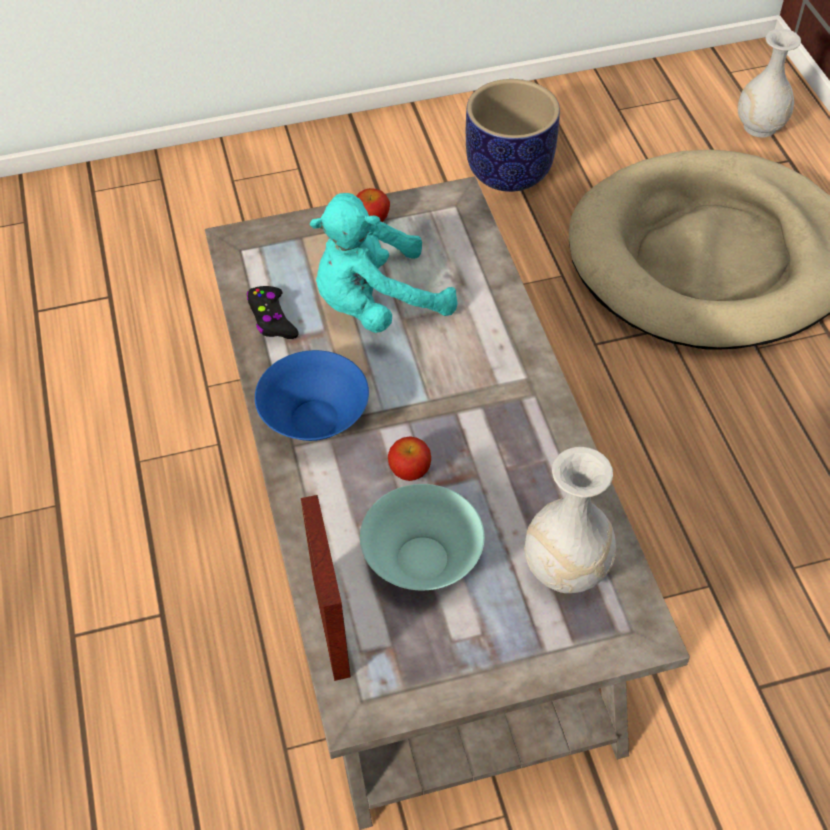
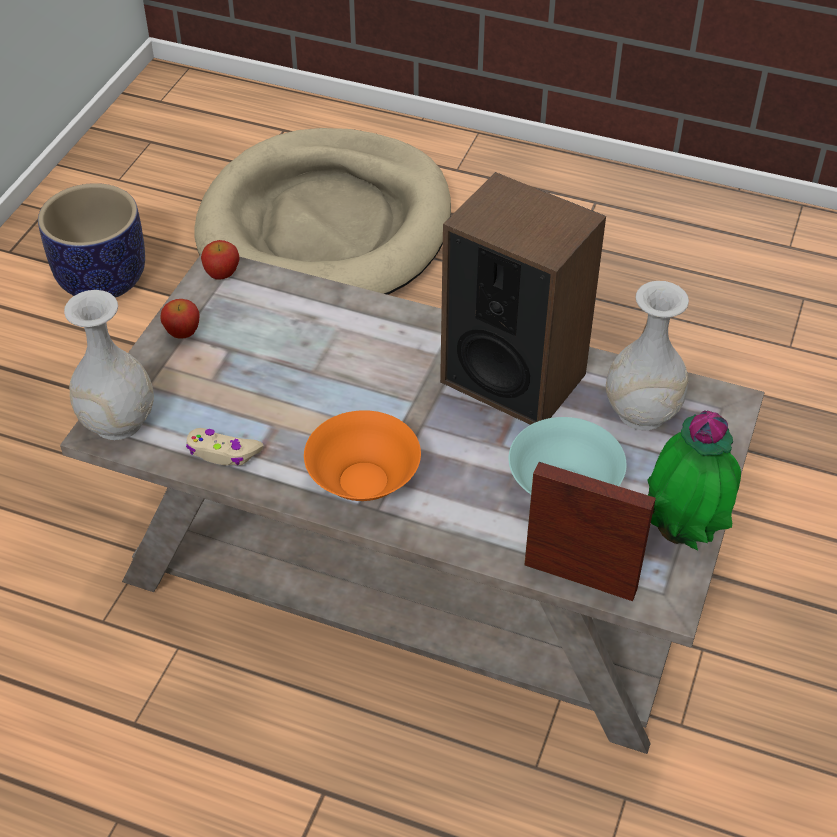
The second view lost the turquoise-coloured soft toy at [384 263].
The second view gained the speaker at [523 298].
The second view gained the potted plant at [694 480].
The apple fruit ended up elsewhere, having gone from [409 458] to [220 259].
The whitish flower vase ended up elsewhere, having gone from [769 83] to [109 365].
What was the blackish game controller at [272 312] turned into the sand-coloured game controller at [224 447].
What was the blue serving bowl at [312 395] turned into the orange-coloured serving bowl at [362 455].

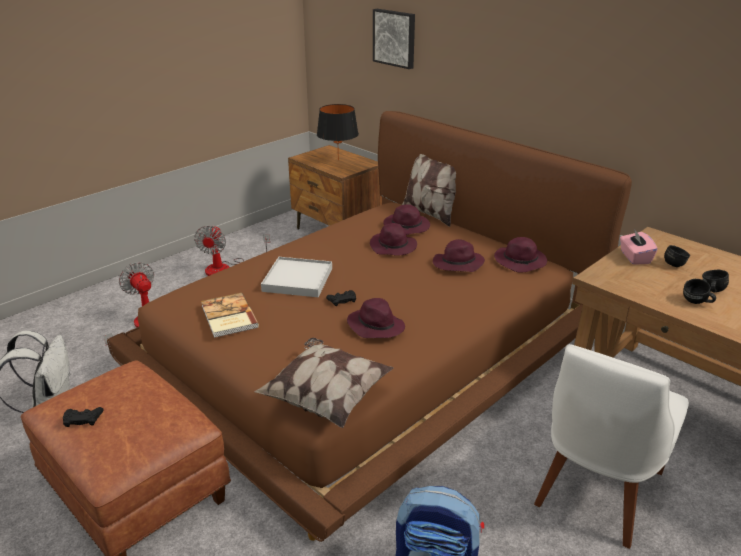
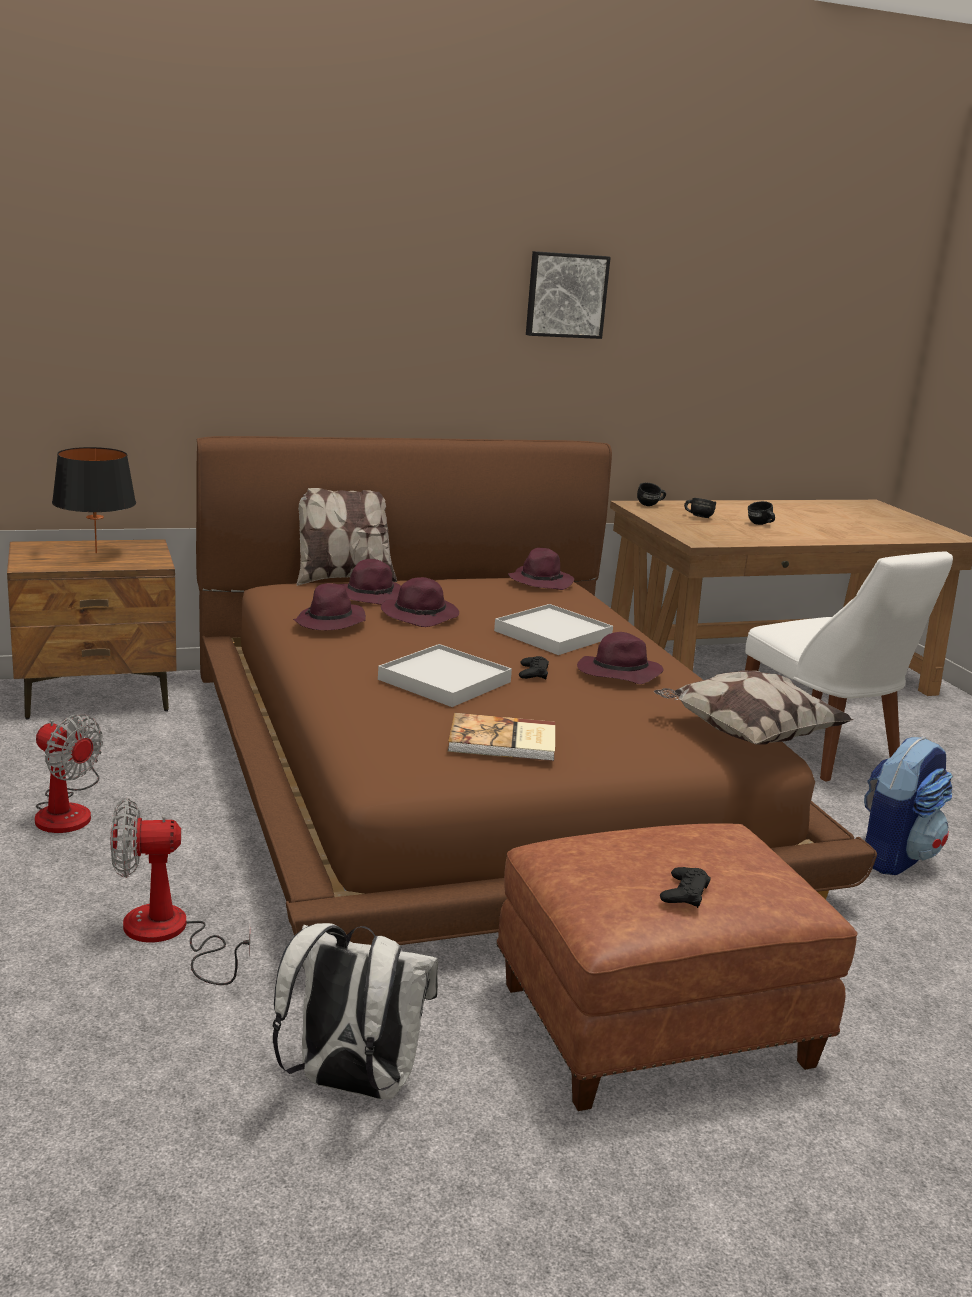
The second view lost the pink tissue box at [639 247].
The second view gained the whitish carrying tray at [553 629].
The wall picture ended up elsewhere, having gone from [394 39] to [568 295].
The purple-coloured hat ended up elsewhere, having gone from [459 255] to [329 606].
The blackish tea mug ended up elsewhere, having gone from [699 291] to [651 494].

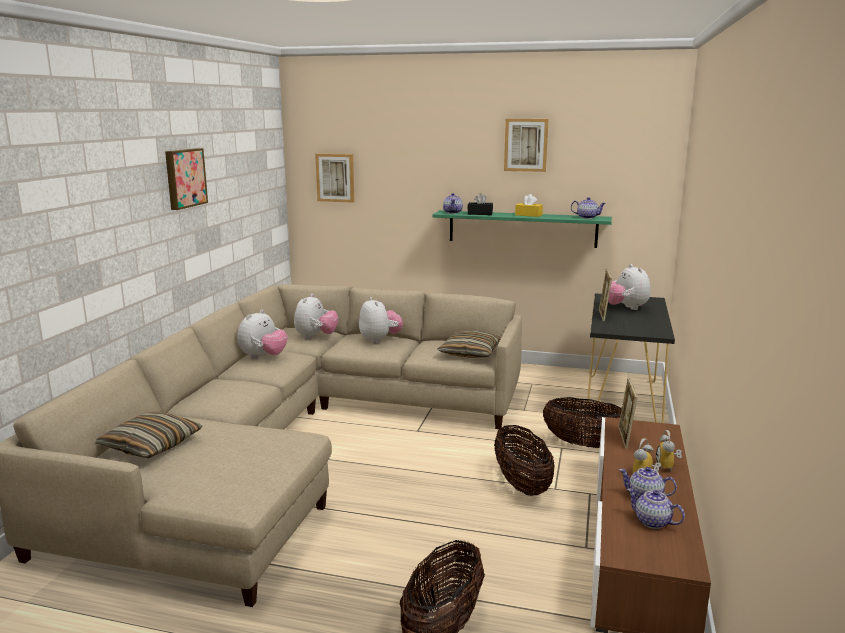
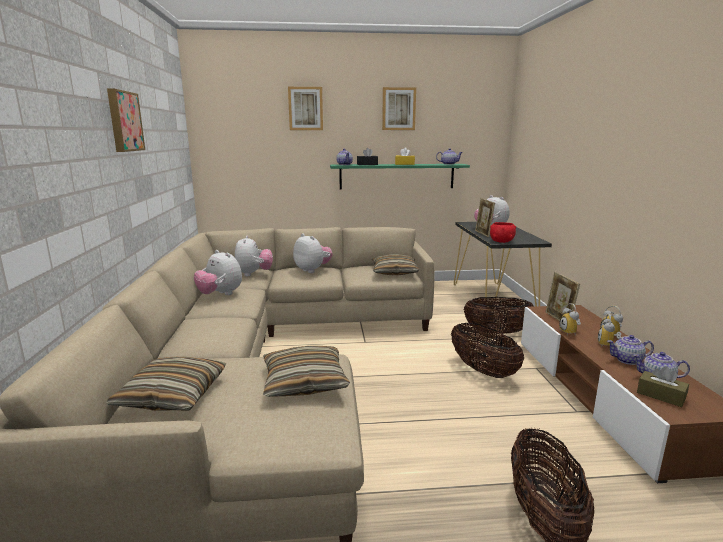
The second view gained the pillow at [306 371].
The second view gained the reddish serving bowl at [503 232].
The second view gained the table clock at [570 319].
The second view gained the brown tissue box at [663 386].
The wall picture ended up elsewhere, having gone from [334 178] to [305 108].
The soft toy at [262 334] ended up facing another way, 120 degrees clockwise from before.

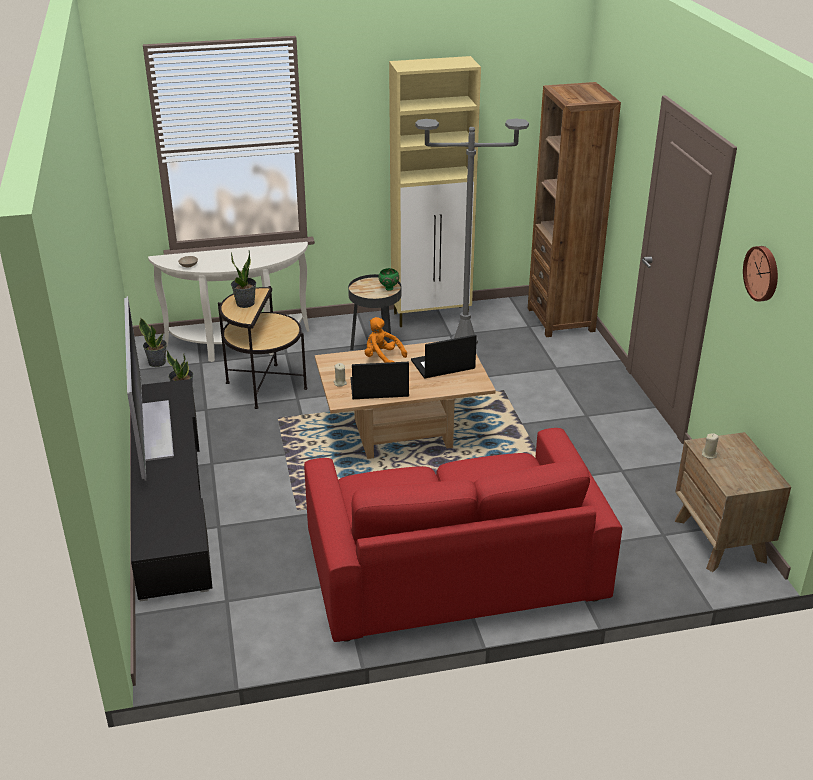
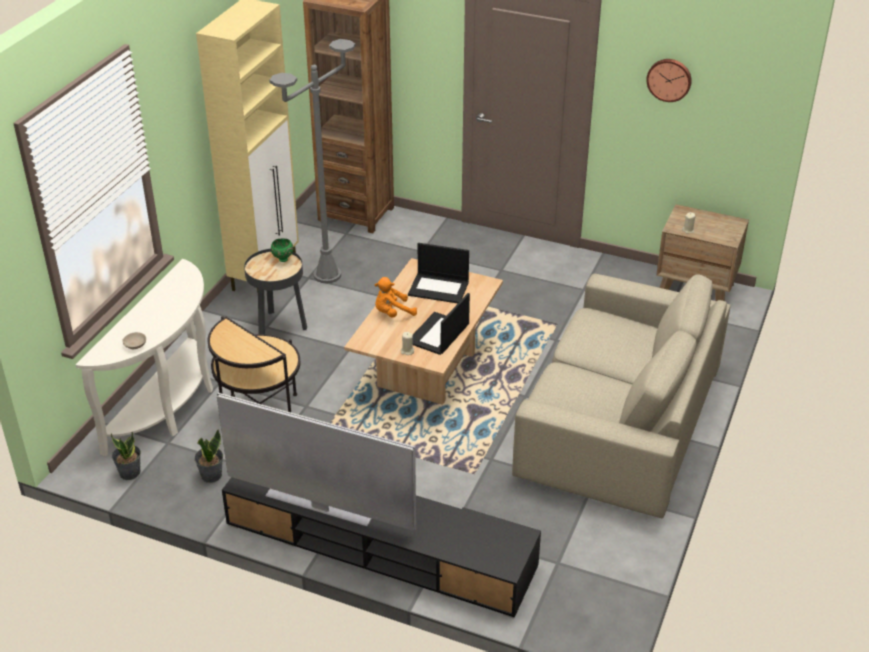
The second view lost the potted plant at [243 279].
What was the reddish couch at [463 535] turned into the sand-coloured couch at [621 396].
The laptop at [444 357] ended up facing another way, 90 degrees counterclockwise from before.

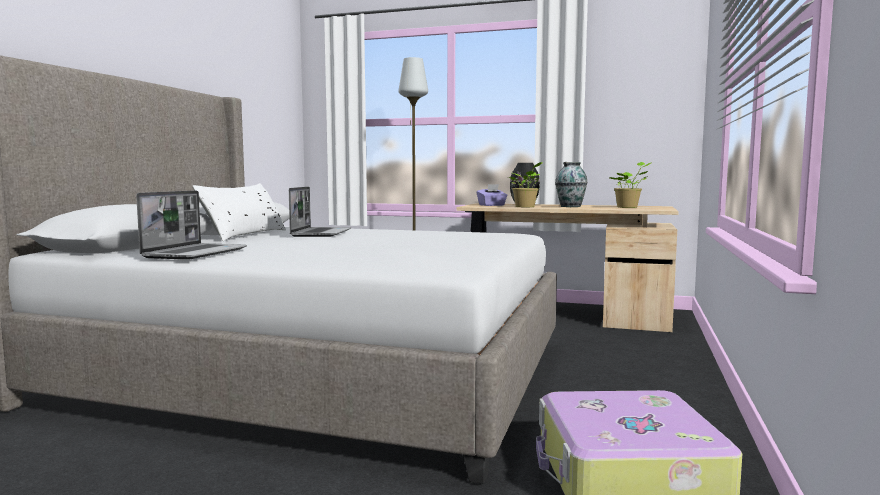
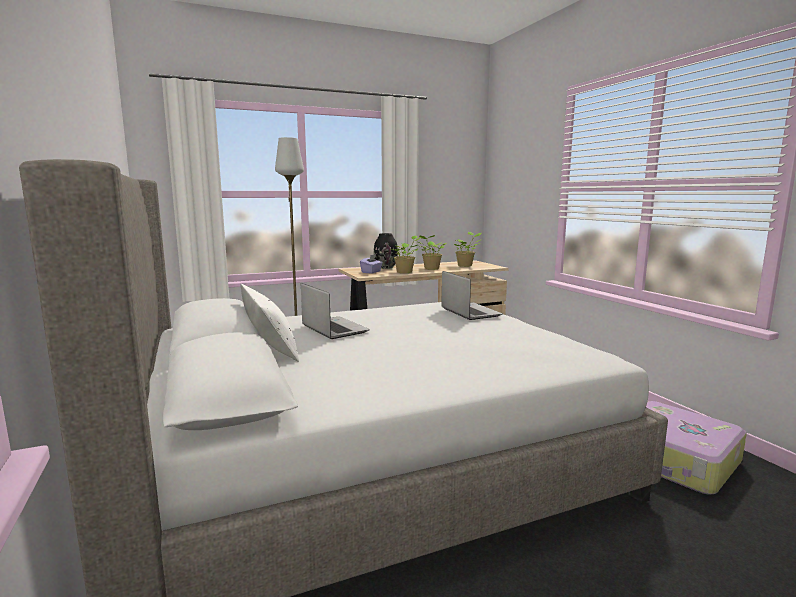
The laptop ended up elsewhere, having gone from [191 225] to [472 295].
Where the flower vase stood at [571 184], the potted plant came to stand at [432 252].

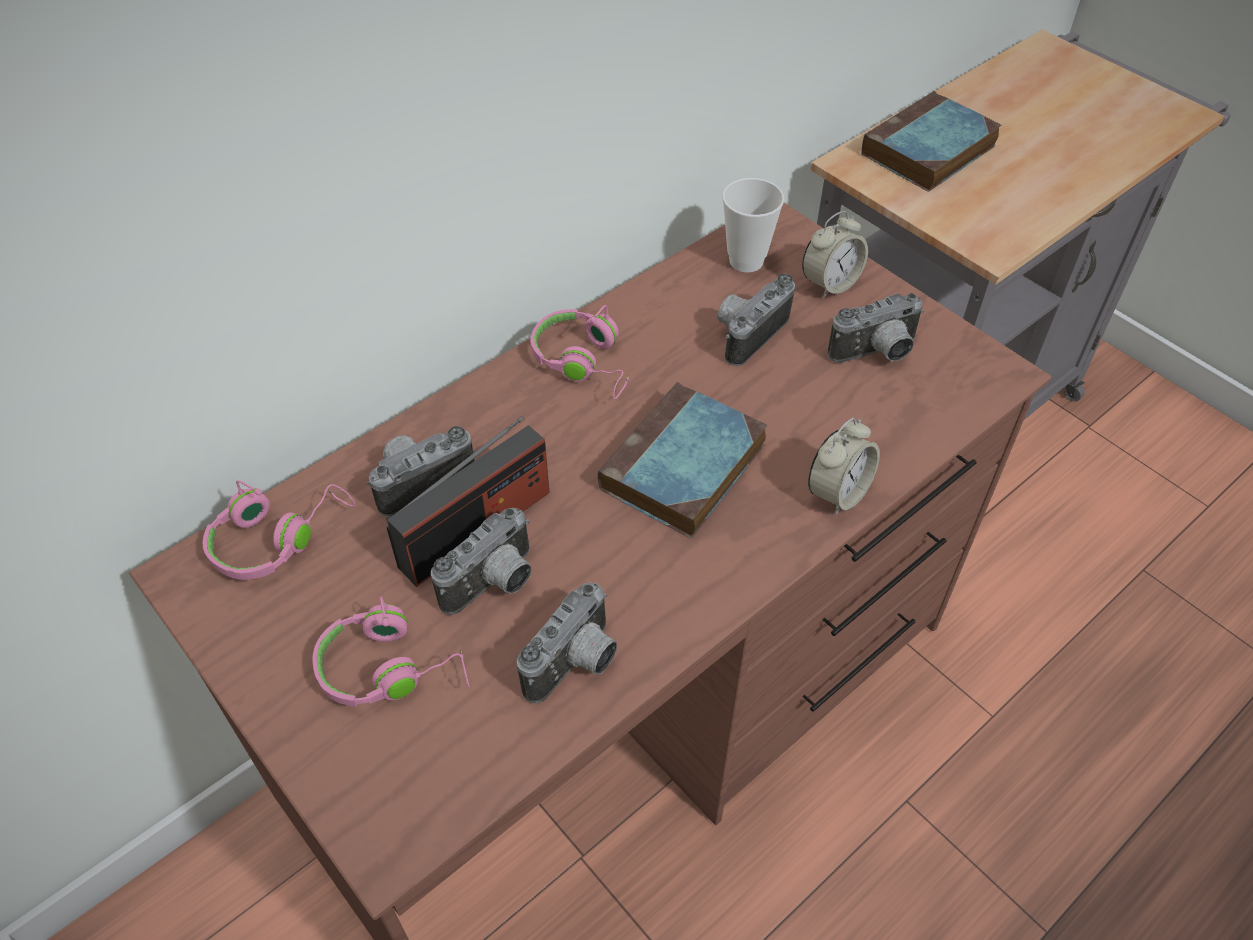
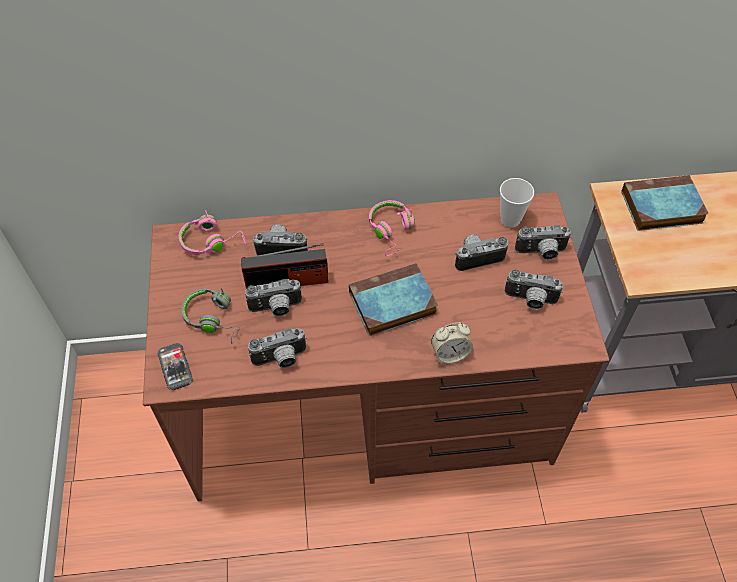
The second view gained the handset at [175 366].
Where the table clock stood at [835 254], the still camera came to stand at [543 242].
What was the pink headphones at [391 652] turned into the gray headphones at [210 315].

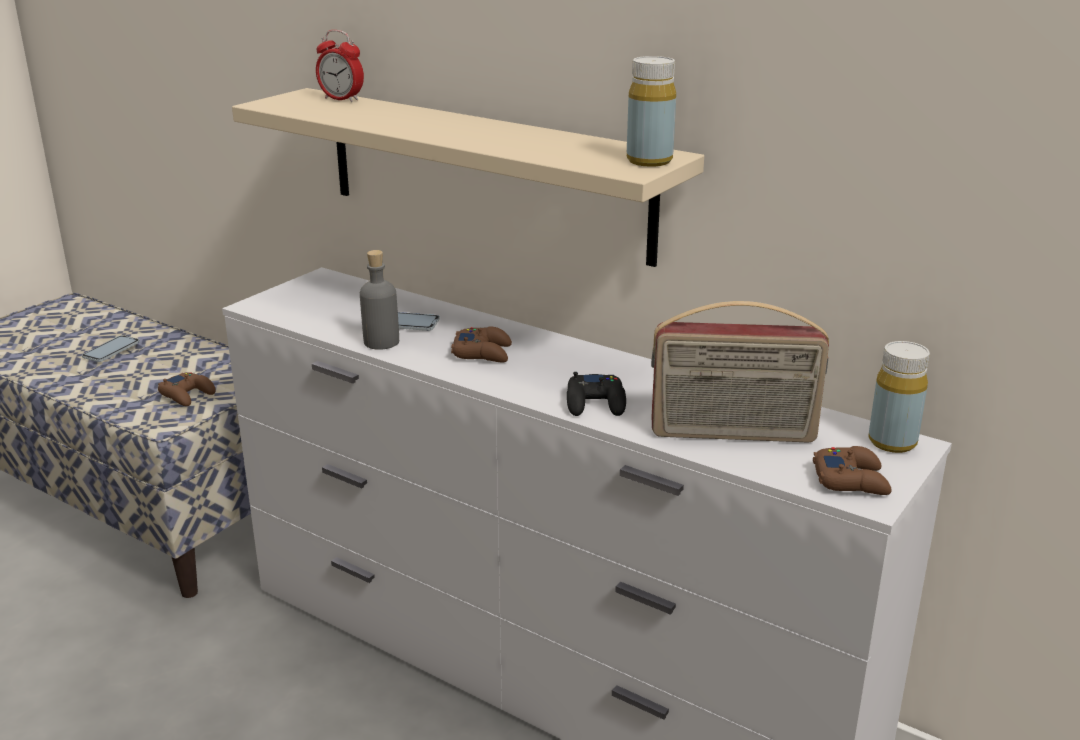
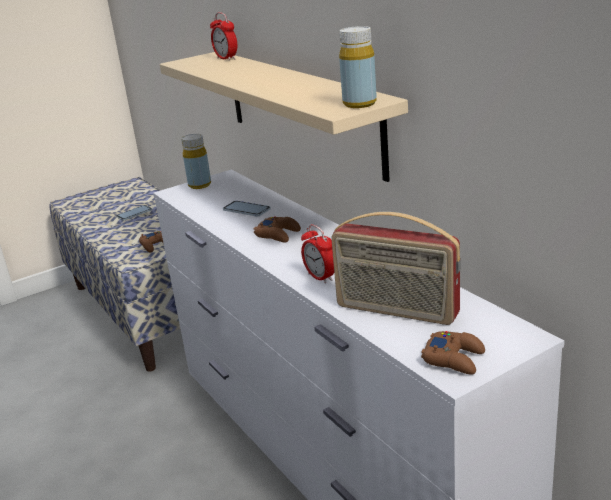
The second view lost the gray bottle at [379 300].
The yellow bottle ended up elsewhere, having gone from [899 397] to [196 161].
Where the blackish game controller stood at [596 394], the table clock came to stand at [317 254].

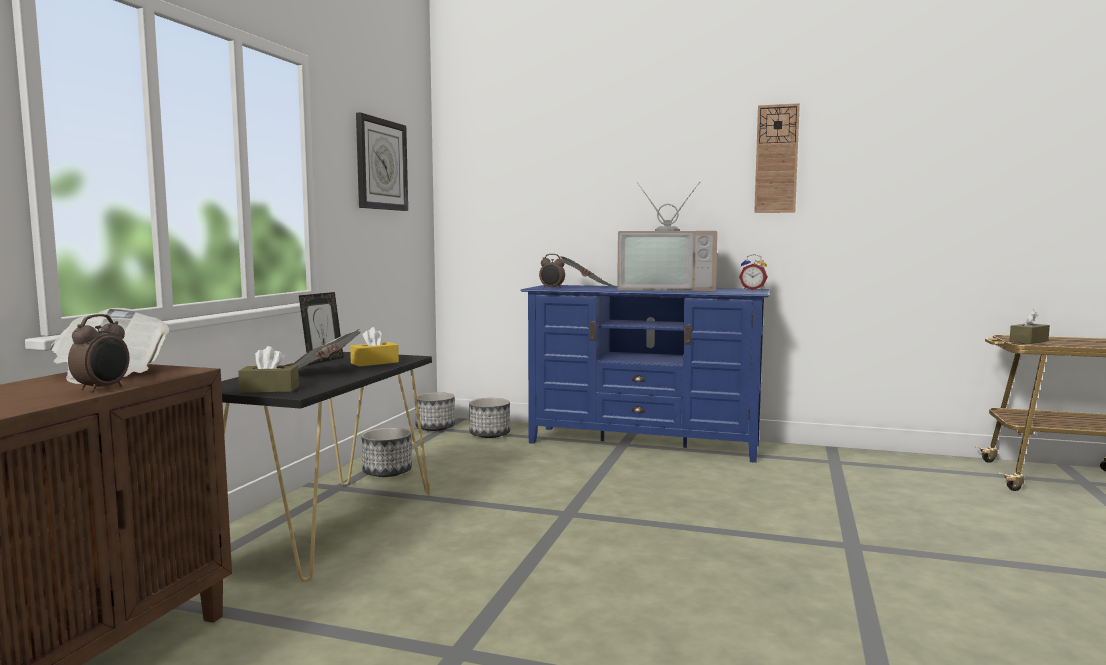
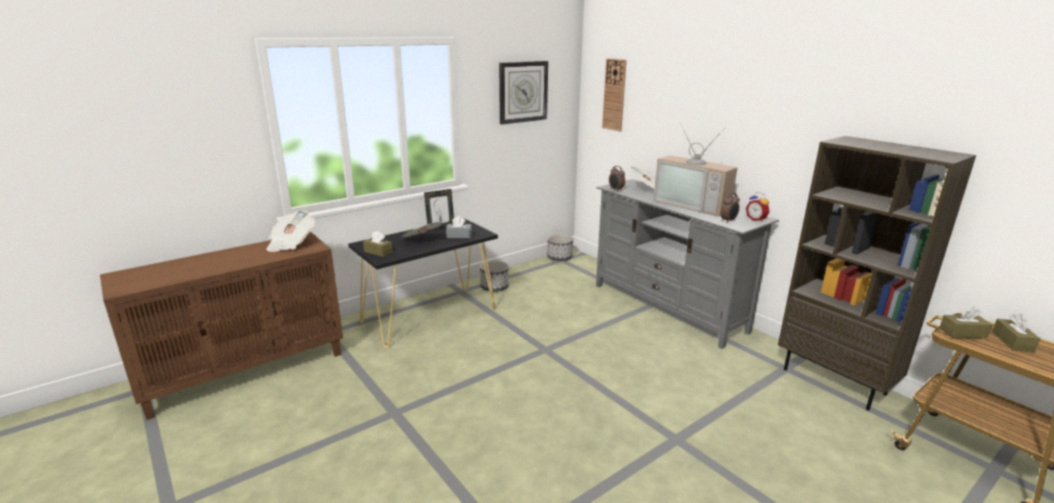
The second view lost the flower pot at [489 418].
The second view gained the brown bookcase at [877 273].
The second view gained the brown tissue box at [1016 333].
The table clock ended up elsewhere, having gone from [98 353] to [730 208].
The wall clock ended up elsewhere, having gone from [777 158] to [614 94].
What was the yellow tissue box at [374 347] turned into the gray tissue box at [459 227].
What was the blue media console at [645 374] turned into the gray media console at [687 264].

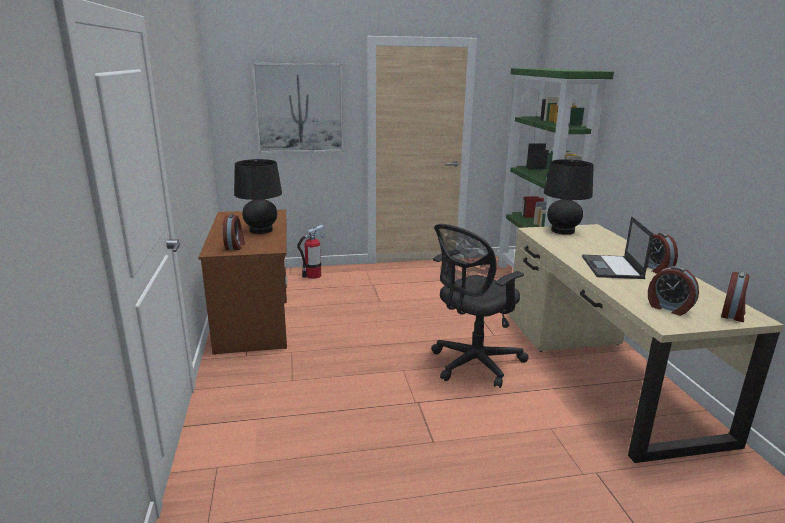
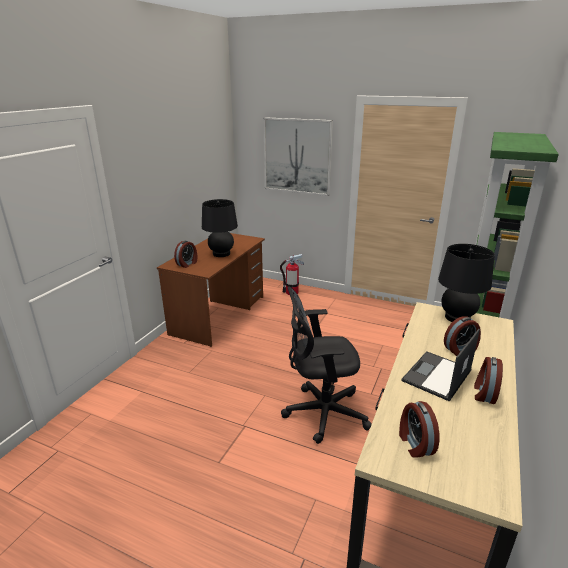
The table clock ended up elsewhere, having gone from [735 296] to [462 336].

